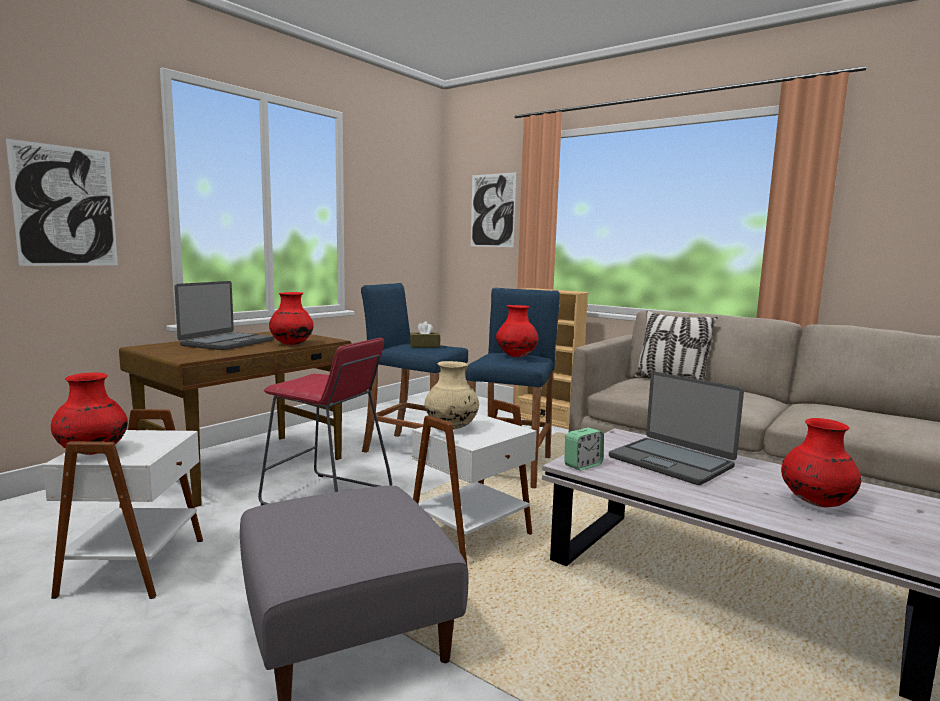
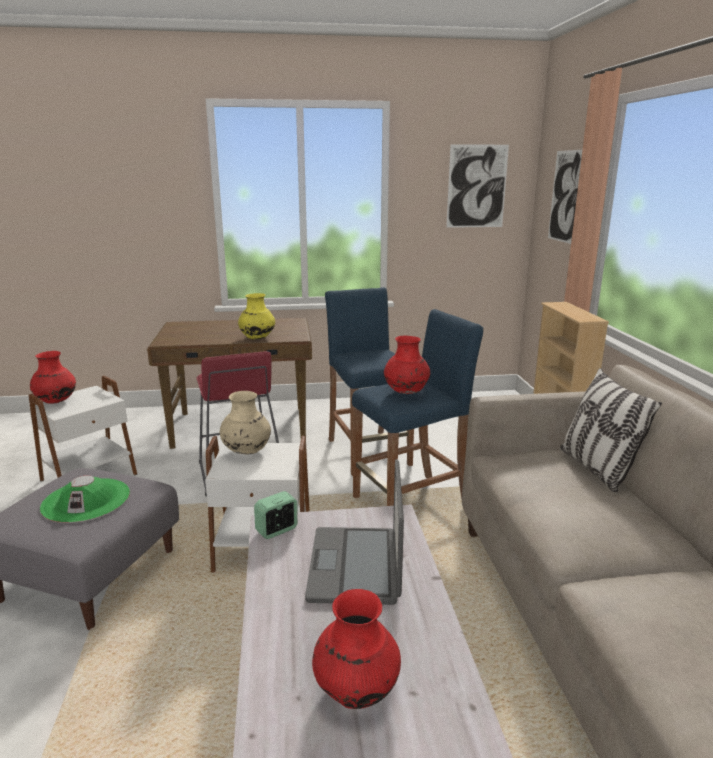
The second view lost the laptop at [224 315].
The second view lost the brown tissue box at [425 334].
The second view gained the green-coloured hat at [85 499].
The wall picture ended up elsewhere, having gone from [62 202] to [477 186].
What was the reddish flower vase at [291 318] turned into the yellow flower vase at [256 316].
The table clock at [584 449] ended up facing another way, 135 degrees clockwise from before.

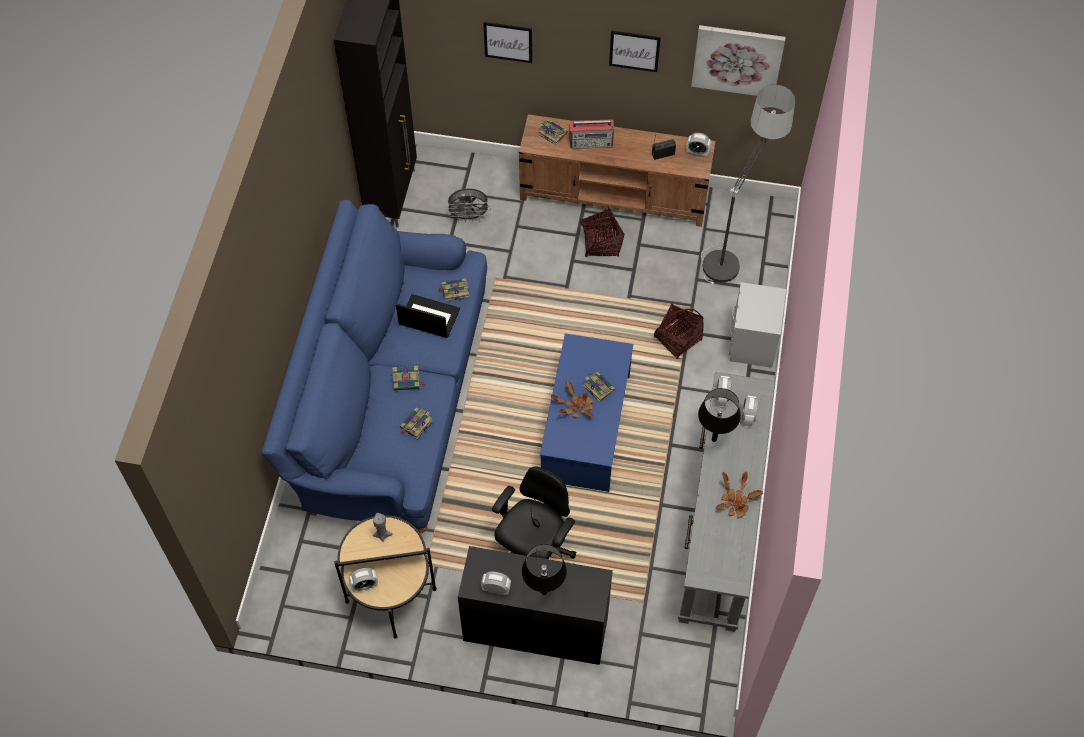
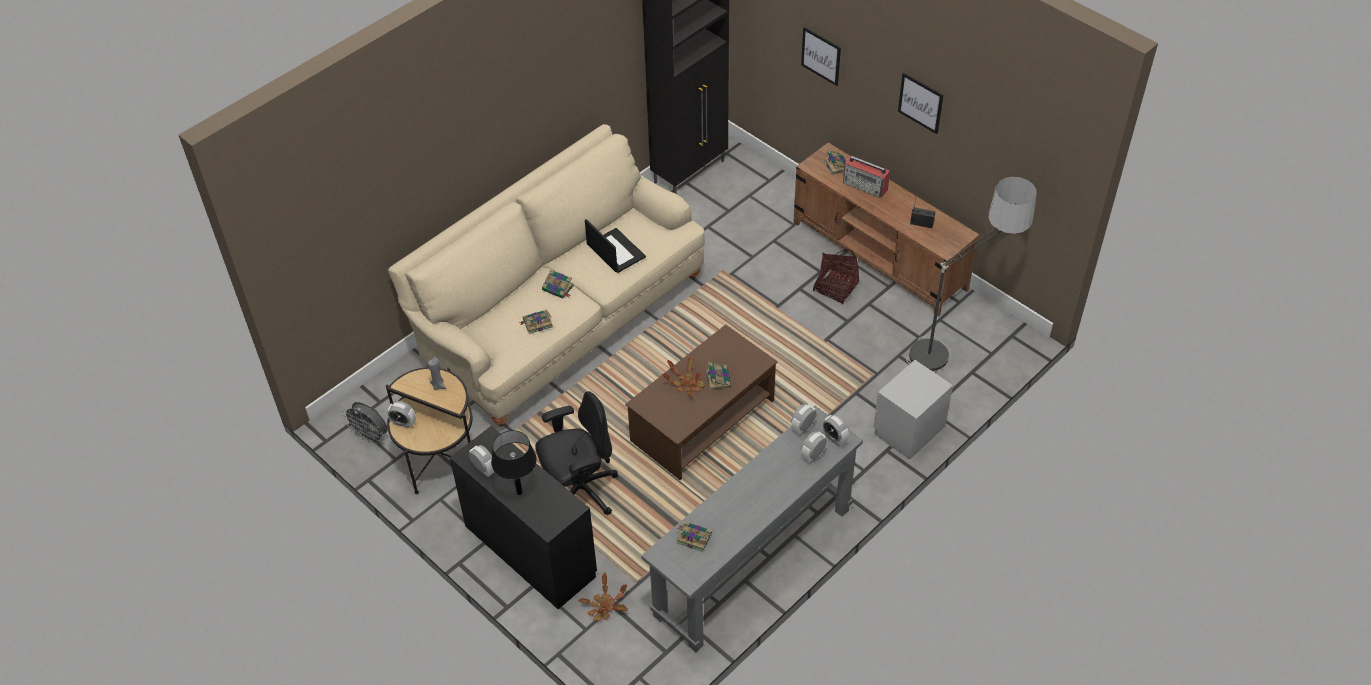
The second view lost the storage basket at [679 331].
The second view lost the wall picture at [738 60].
The second view lost the blackish lamp for a table at [719 415].
The volume ended up elsewhere, having gone from [454 290] to [694 537].
The gray fan ended up elsewhere, having gone from [468 205] to [365 423].
The table clock ended up elsewhere, having gone from [698 145] to [836 430].
The potted plant ended up elsewhere, having gone from [739 495] to [603 597].
What was the blue couch at [374 366] turned into the sand-coloured couch at [546 275].
What was the blue lounge table at [586 412] turned into the brown lounge table at [701 402].

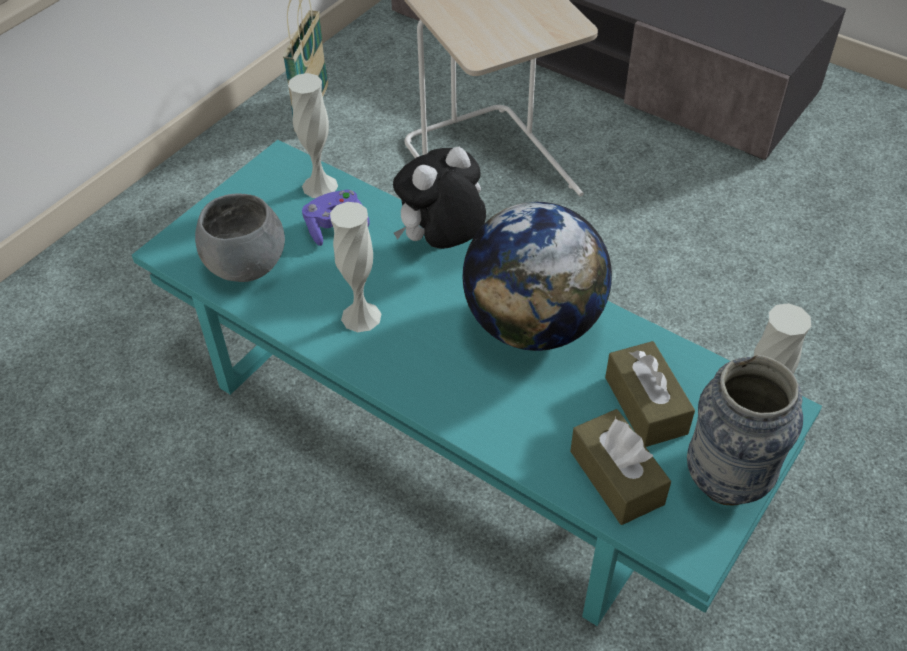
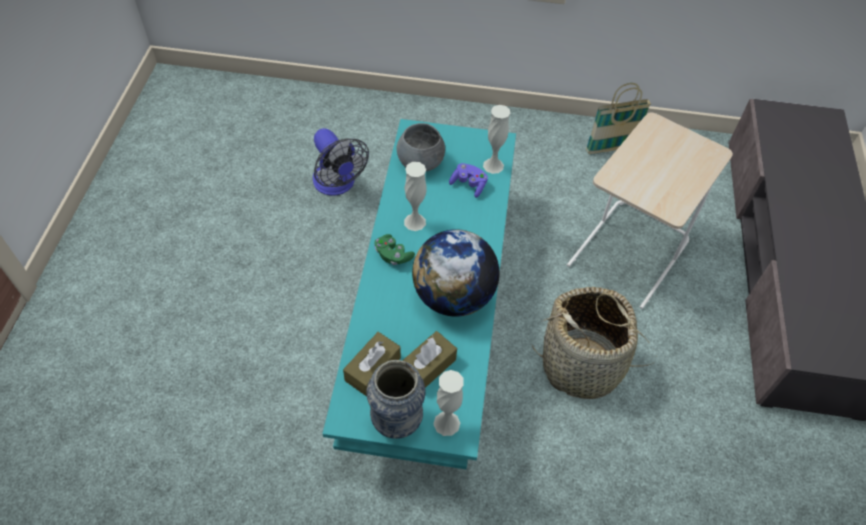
The second view lost the soft toy at [439 198].
The second view gained the fan at [341 162].
The second view gained the green-coloured game controller at [394 249].
The second view gained the storage basket at [594 343].

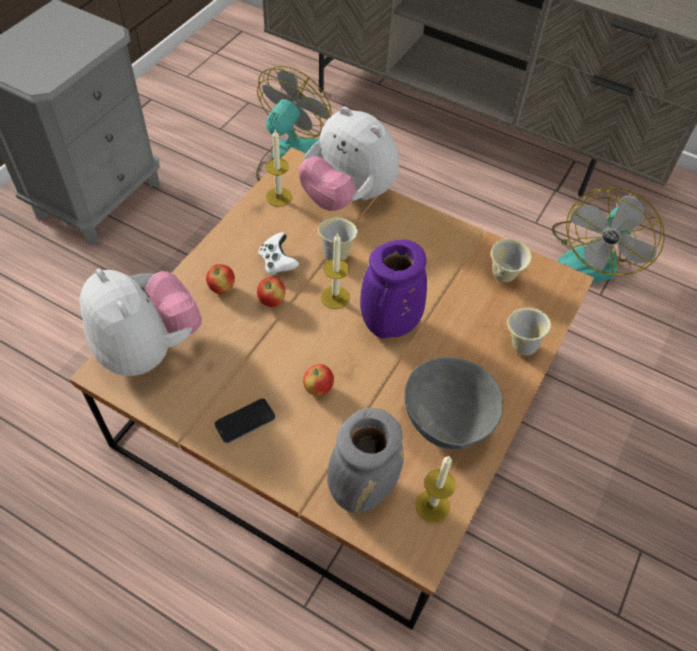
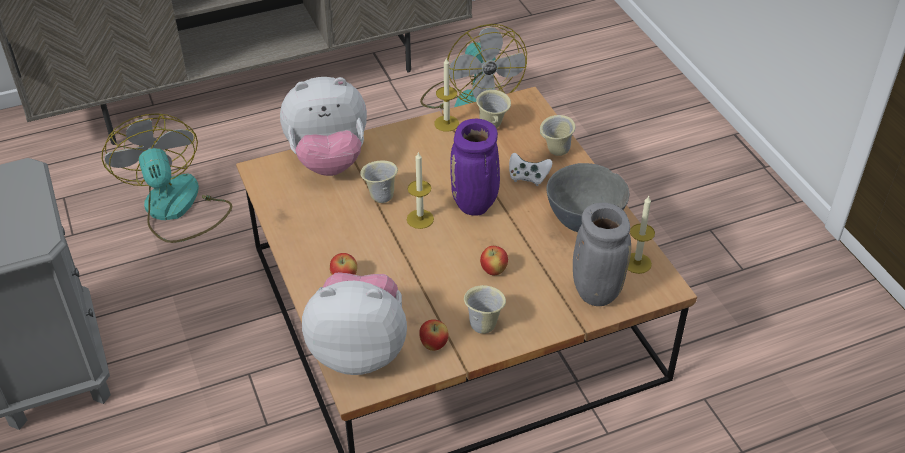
The apple fruit ended up elsewhere, having gone from [271 292] to [434 335].
The whitish game controller ended up elsewhere, having gone from [279 253] to [530 169].
The wax candle ended up elsewhere, having gone from [279 168] to [446 94].
Where the handset stood at [245 421], the sand-coloured tea mug came to stand at [485 309].

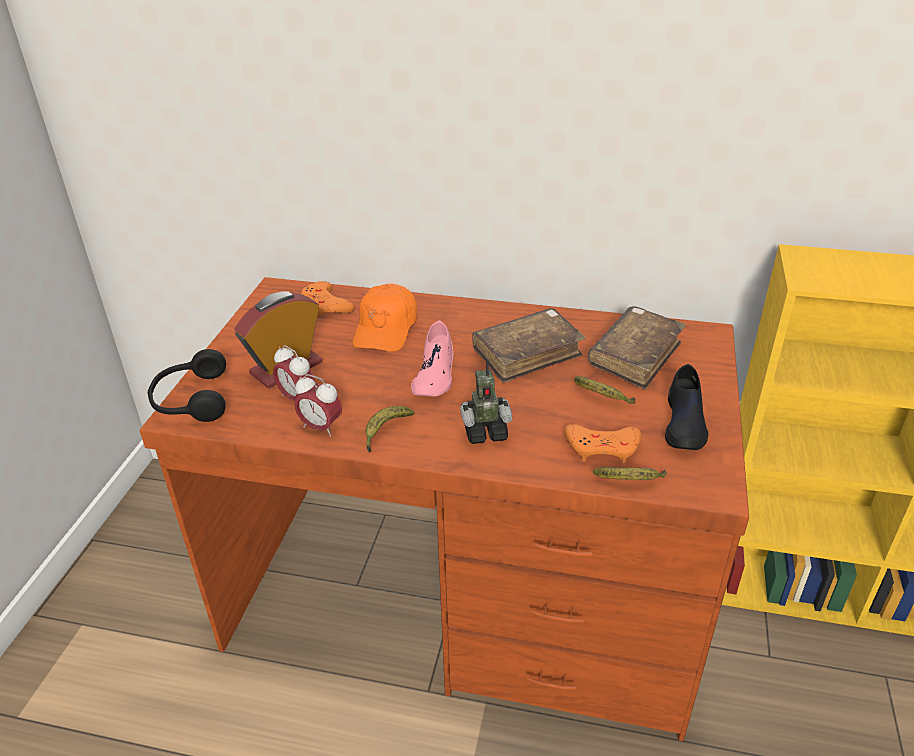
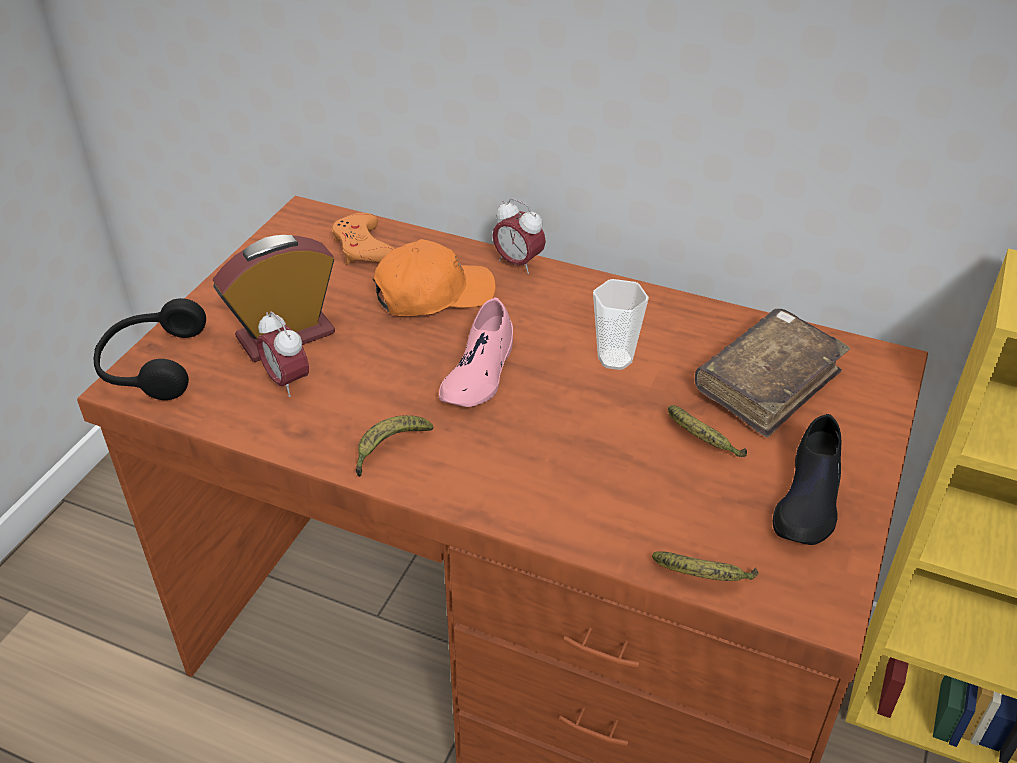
The second view lost the robot figure at [486 401].
The second view lost the orange-coloured game controller at [602 443].
The table clock ended up elsewhere, having gone from [318 405] to [519 236].
Where the brown volume stood at [529 345], the cup came to stand at [621 324].
The orange-coloured baseball cap at [385 318] ended up facing another way, 135 degrees counterclockwise from before.

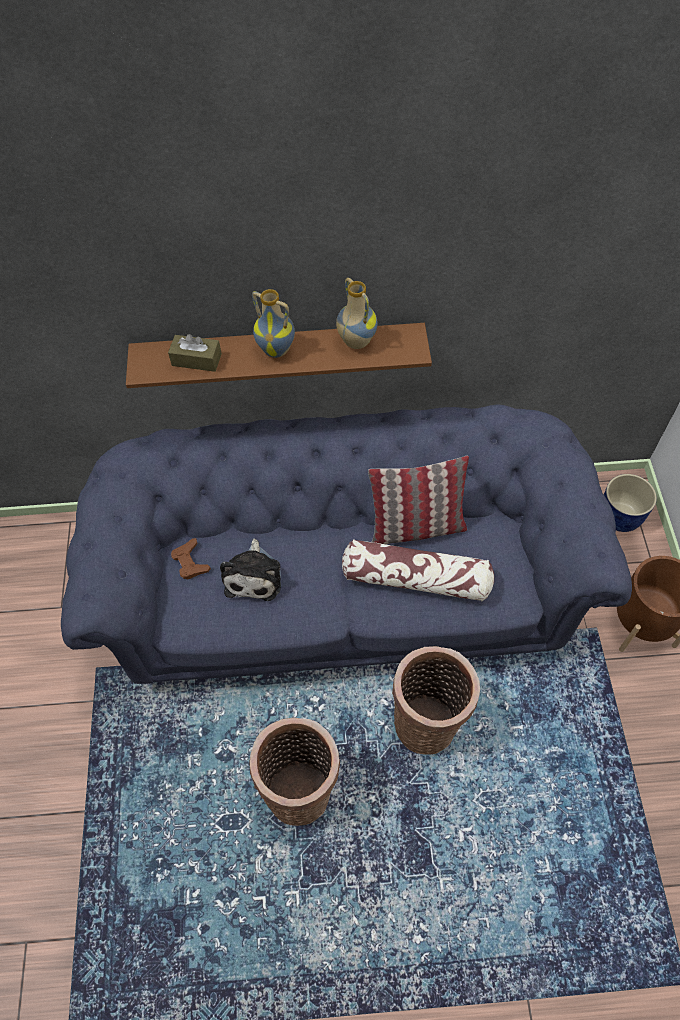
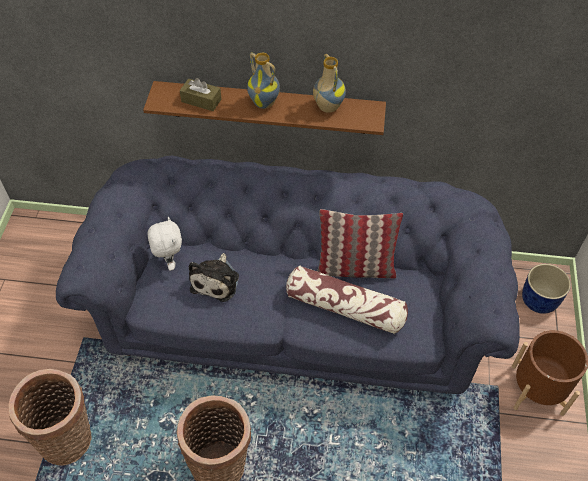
The storage basket ended up elsewhere, having gone from [436 700] to [49 417].
Where the brown game controller stood at [191 559], the whitish soft toy came to stand at [165 244].

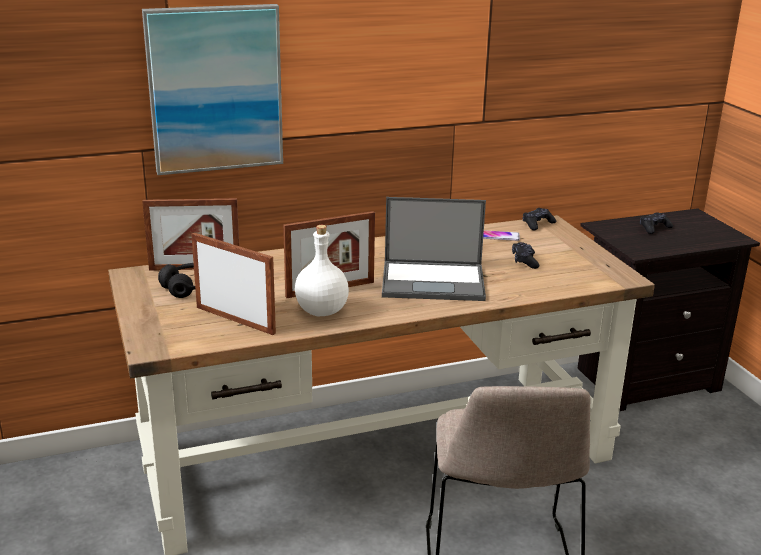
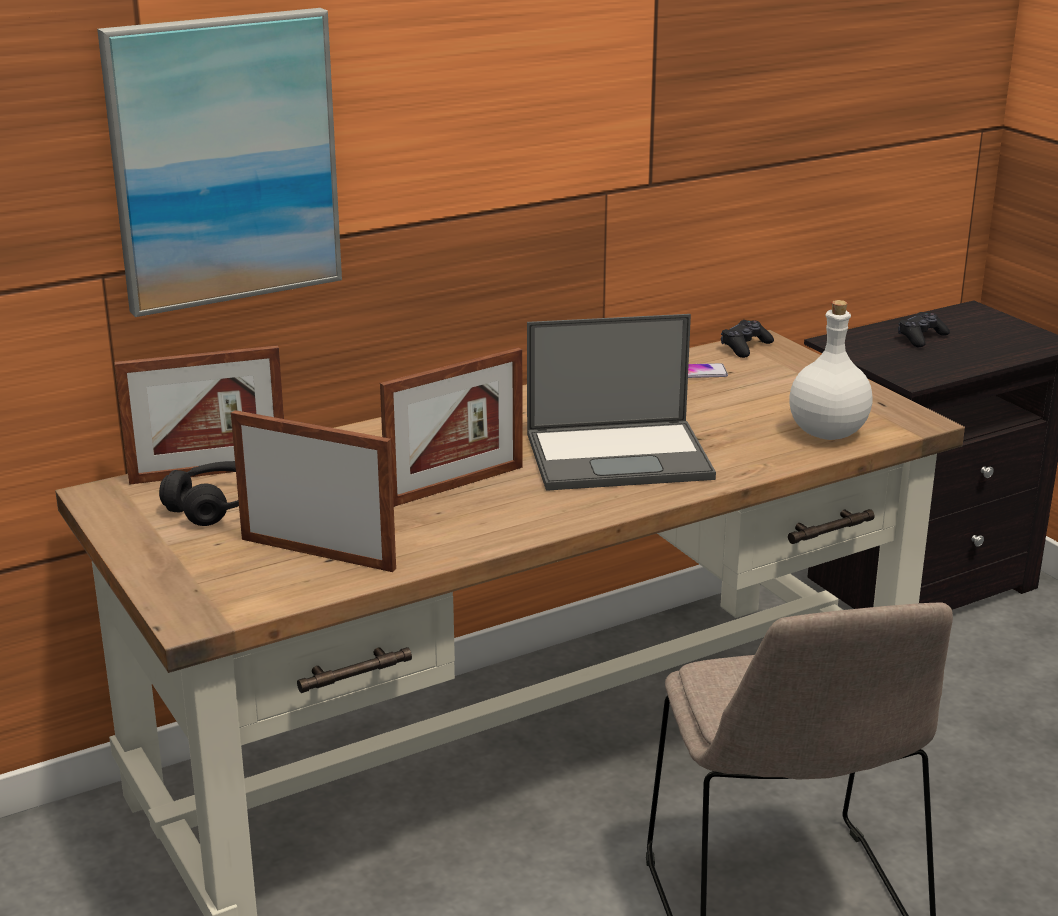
The second view lost the blackish game controller at [525 255].
The whitish bottle ended up elsewhere, having gone from [322 270] to [830 370].

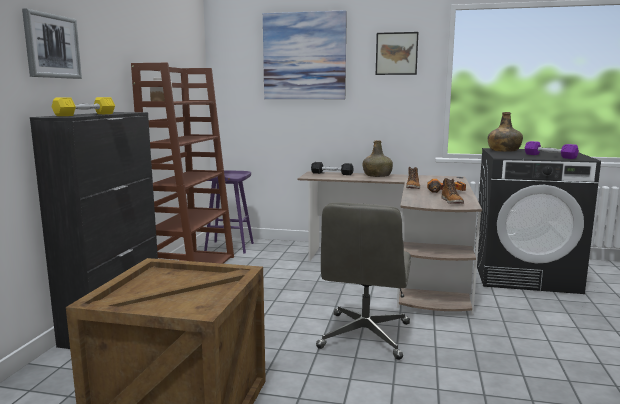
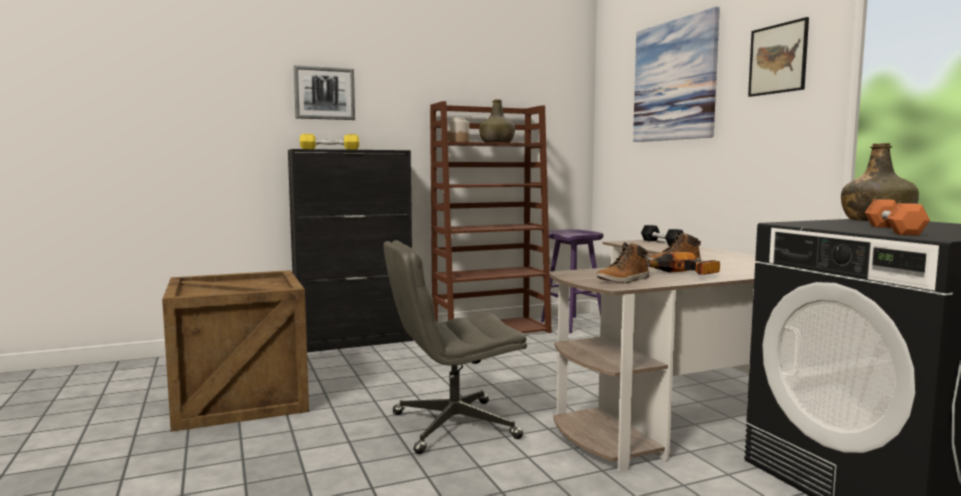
The green-coloured bottle ended up elsewhere, having gone from [377 158] to [497 121].
What was the purple-coloured dumbbell at [552 150] turned into the orange-coloured dumbbell at [897 217].

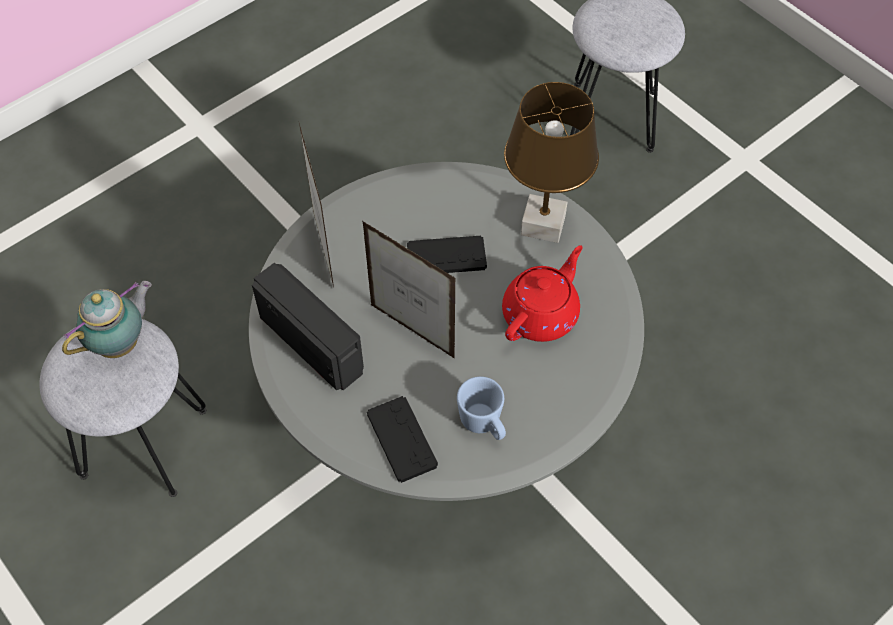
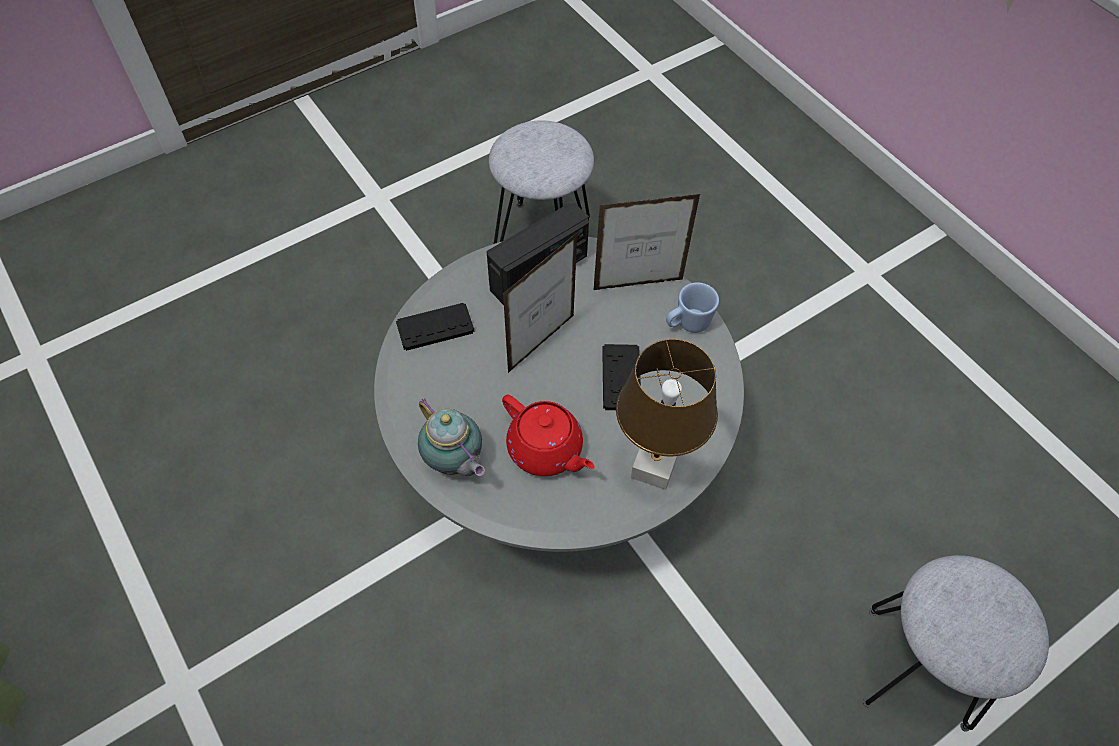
The teapot ended up elsewhere, having gone from [107 319] to [451 437].
The blue tea mug ended up elsewhere, having gone from [481 408] to [692 307].

